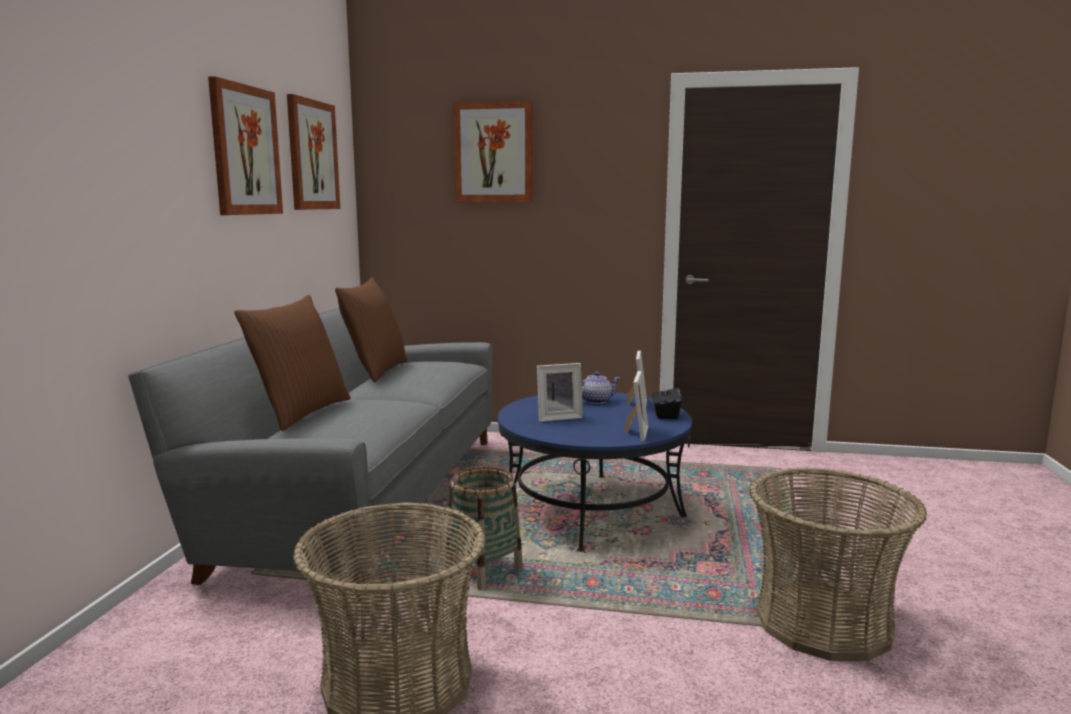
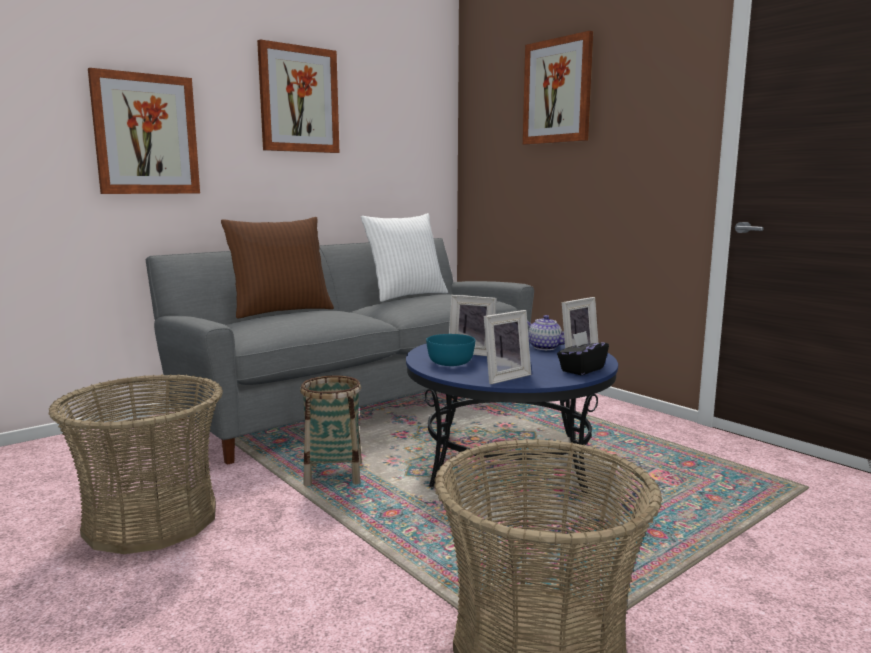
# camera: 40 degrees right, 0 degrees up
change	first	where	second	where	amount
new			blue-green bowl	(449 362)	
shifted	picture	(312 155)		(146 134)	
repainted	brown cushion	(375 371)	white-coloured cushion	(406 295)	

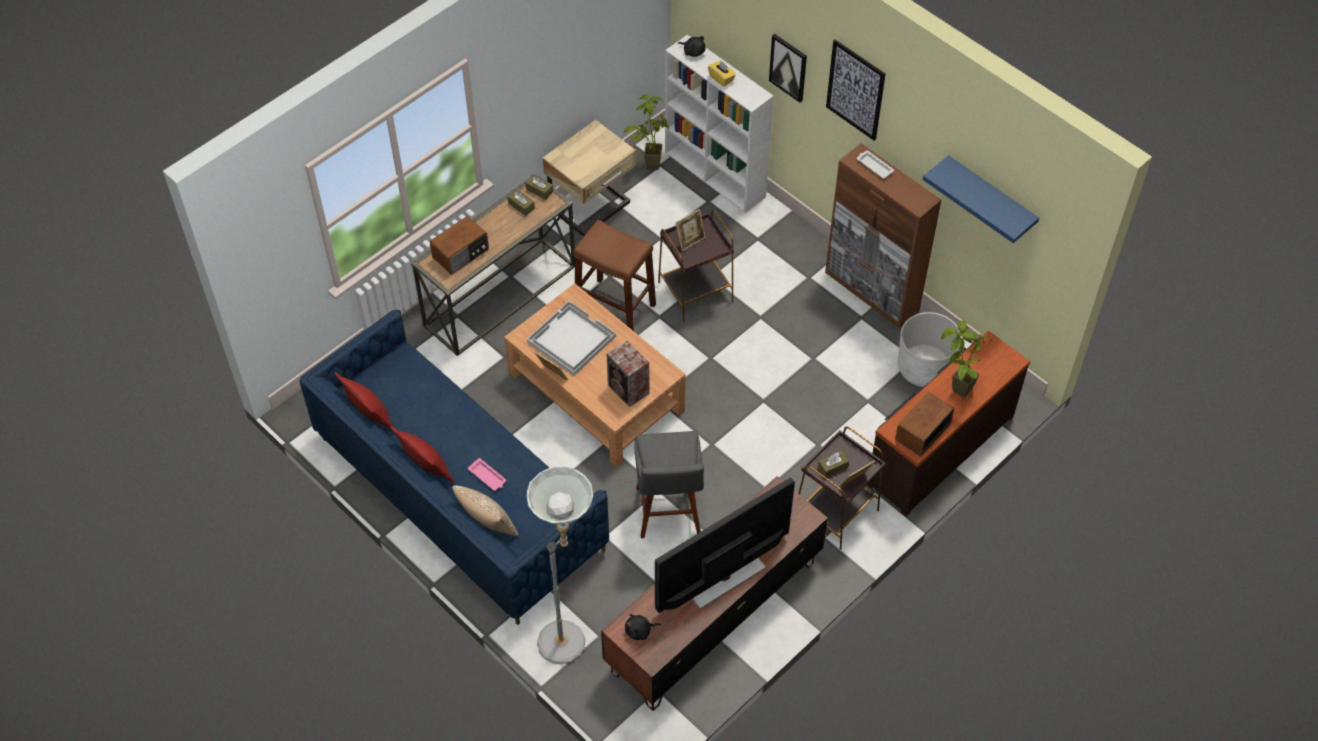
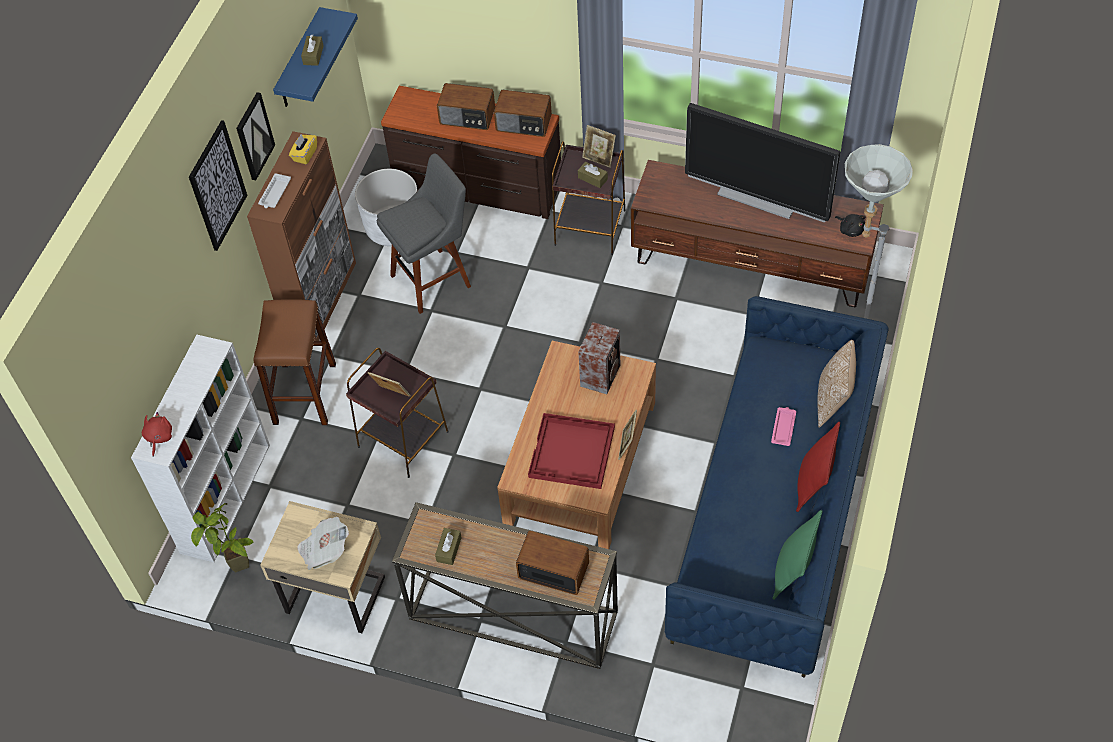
# camera: 115 degrees left, 0 degrees up
change	first	where	second	where	amount
new			printed paper	(324 550)	
shifted	brown tissue holder	(539 190)		(313 55)	
shifted	brown stool seat	(615 307)		(305 393)	
shifted	gray stool seat	(668 514)		(434 279)	
shifted	yellowish tissue holder	(721 78)		(305 155)	
shifted	picture	(788 67)		(254 136)	
swapped	potted plant	(956 393)	radio set	(467 117)	
repainted	red-coloured cushion	(370 417)	green-coloured cushion	(792 570)	
repainted	white-coloured tray	(570 339)	red-coloured tray	(572 453)	
repainted	black-coloured plush toy	(693 51)	red-coloured plush toy	(158 438)	

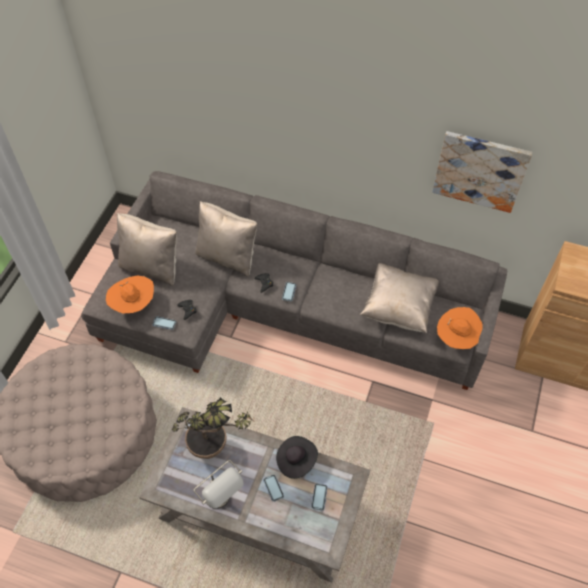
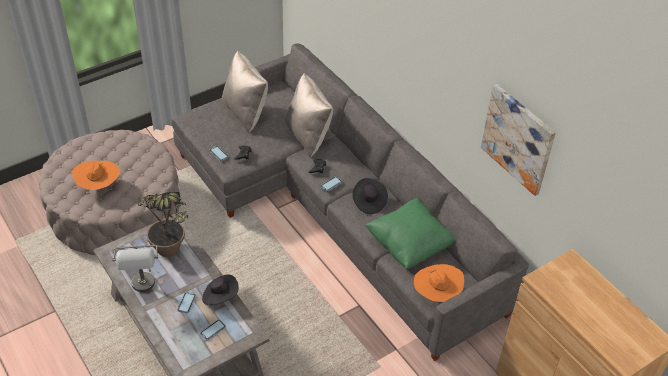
# camera: 35 degrees right, 10 degrees down
change	first	where	second	where	amount
new			black-coloured clothing hat	(369 202)	
shifted	orange clothing hat	(133 304)		(99 186)	
repainted	beige-coloured cushion	(398 307)	green-coloured cushion	(410 245)	

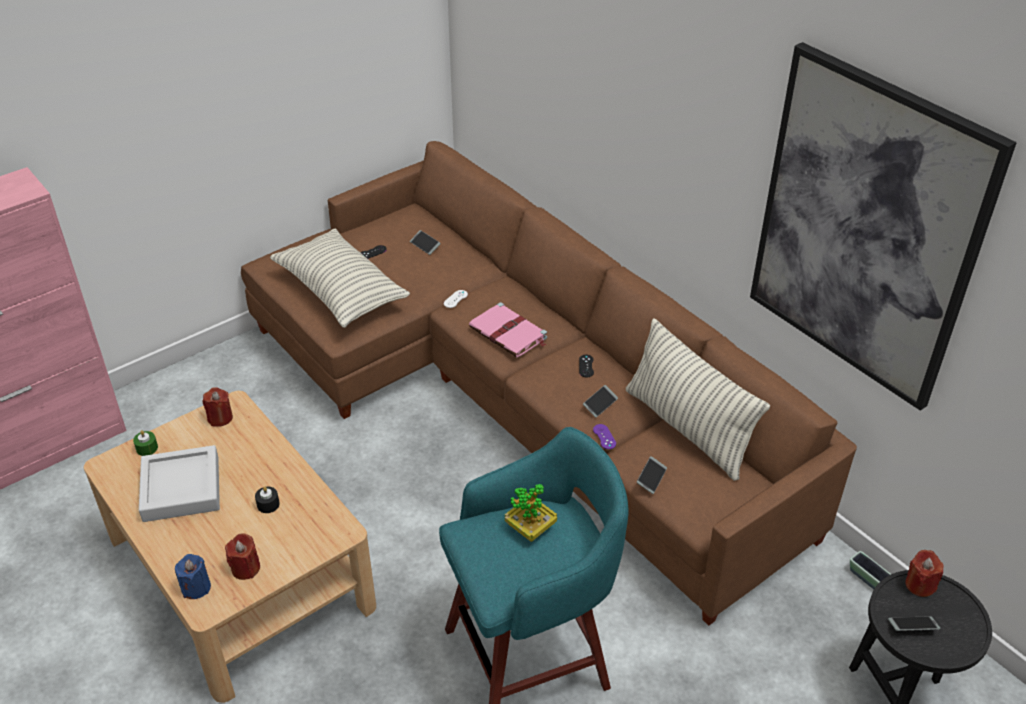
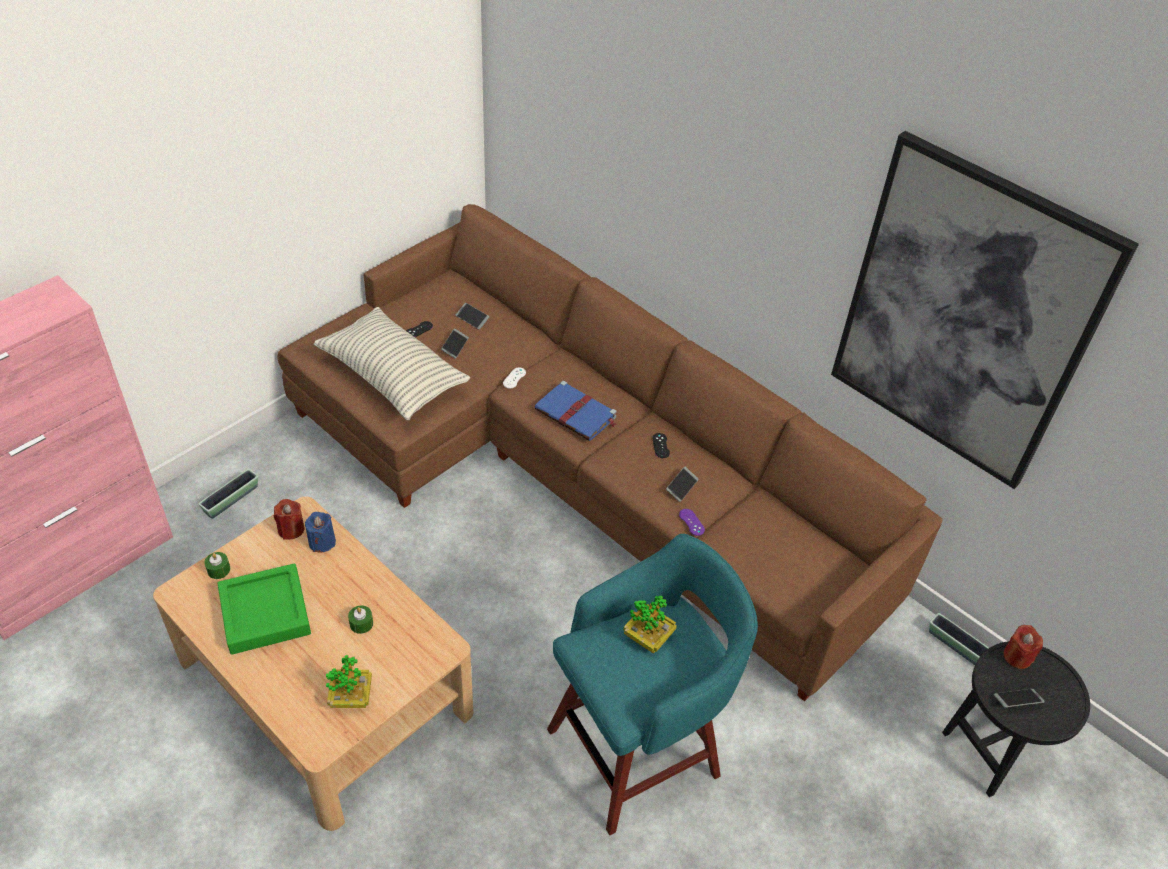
# camera: 10 degrees left, 5 degrees up
change	first	where	second	where	amount
gone	cushion	(687 428)			
new			flower pot	(231 500)	
shifted	blue-coloured wax light	(196 587)		(322 542)	
shifted	handset	(651 478)		(455 346)	
swapped	red-coloured wax light	(245 568)	potted plant	(351 697)	
repainted	gray tray	(181 489)	green-coloured tray	(265 613)	
repainted	black-coloured wax light	(268 504)	green-coloured wax light	(361 623)	
repainted	pink volume	(509 333)	blue-coloured volume	(577 414)	

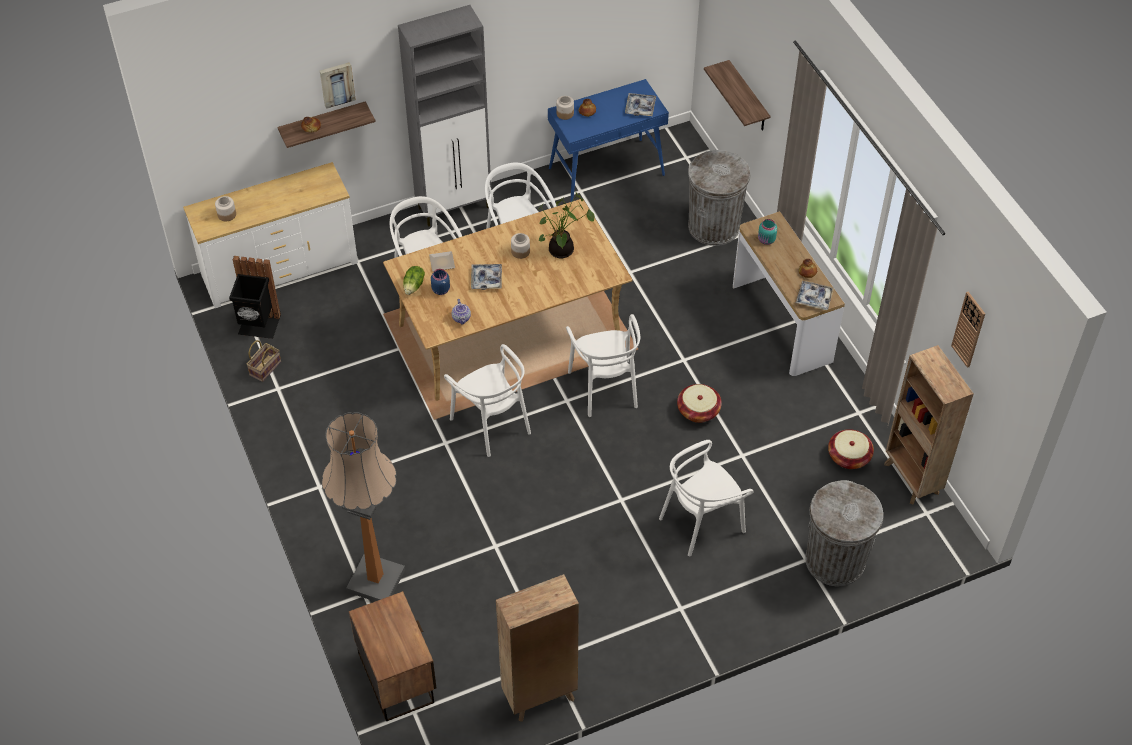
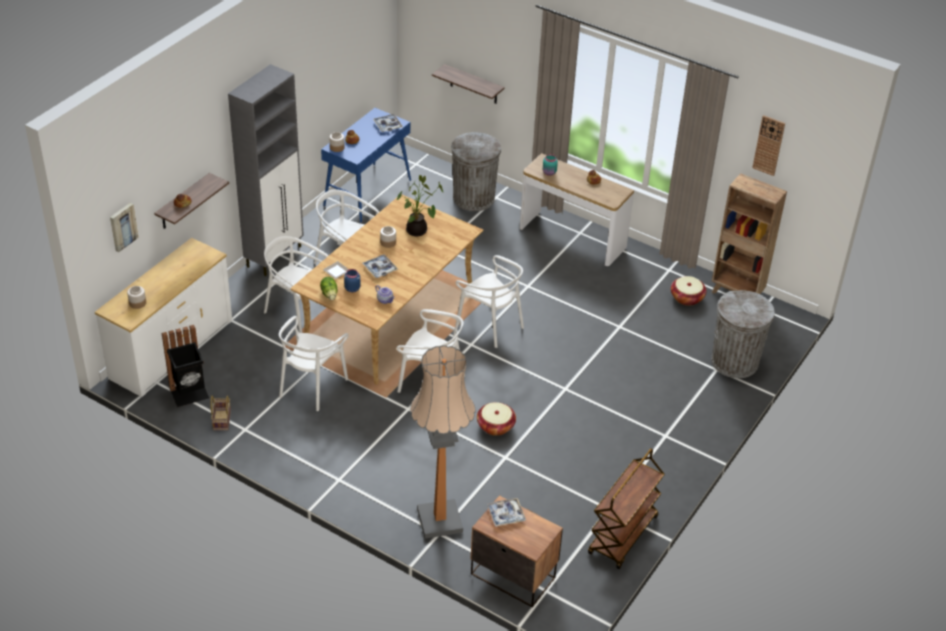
# camera: 35 degrees left, 10 degrees down
change	first	where	second	where	amount
shifted	picture	(337 84)		(122 226)	
shifted	white-coloured chair	(701 522)		(312 386)	
shifted	storage basket	(698 410)		(495 426)	
shifted	tray	(814 298)		(506 515)	
swapped	brown shelving unit	(538 696)	brown cart	(623 536)	

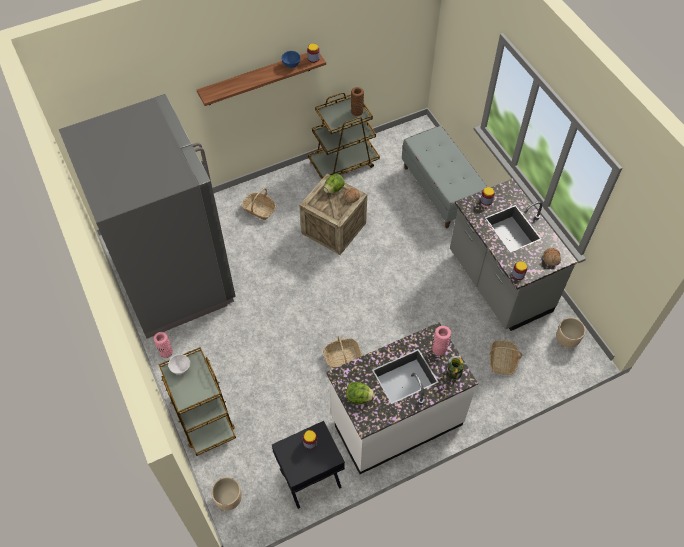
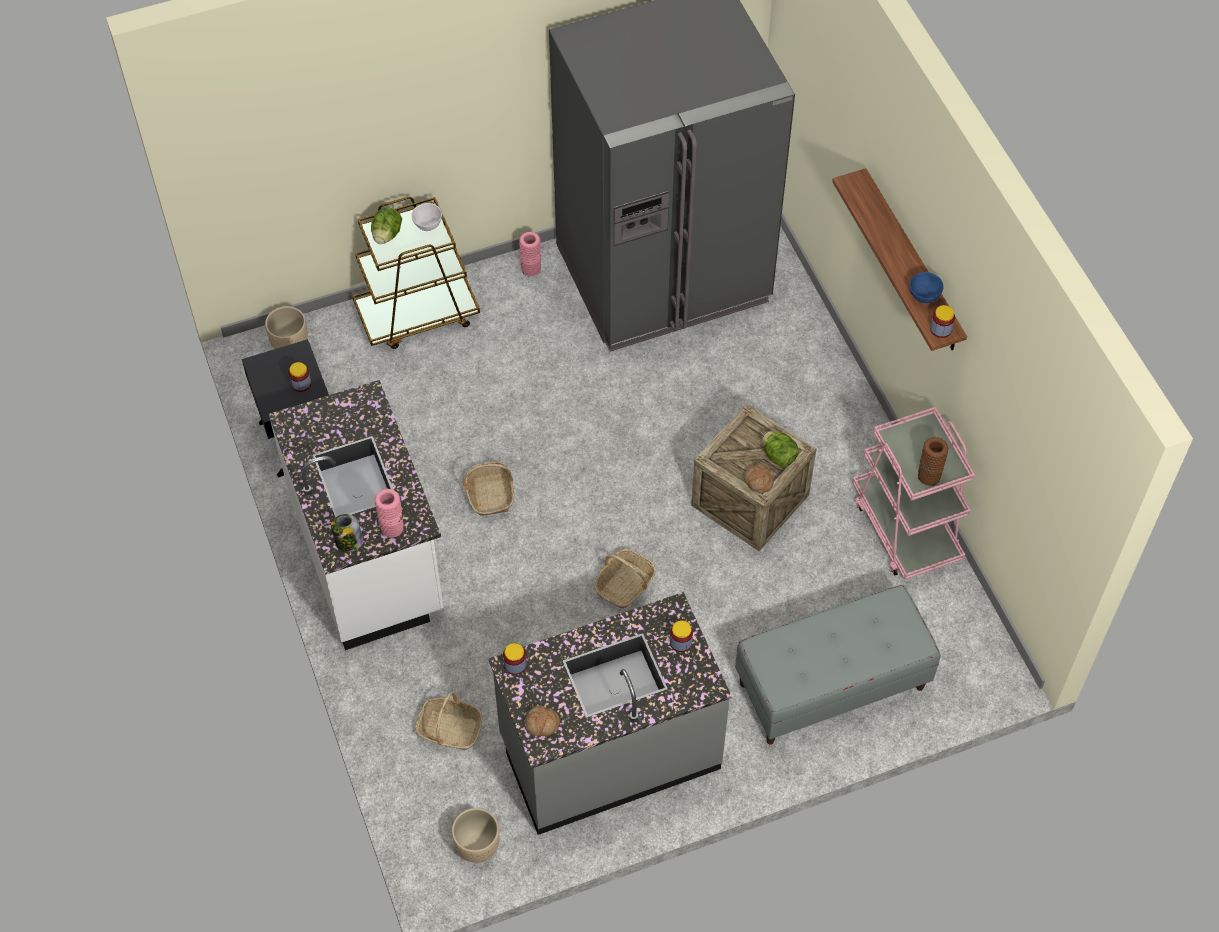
# camera: 95 degrees right, 0 degrees up
change	first	where	second	where	amount
shifted	storage basket	(259 209)		(625 585)	
shifted	lettuce	(359 397)		(387 235)	
repainted	brown cart	(344 162)	pink cart	(906 527)	

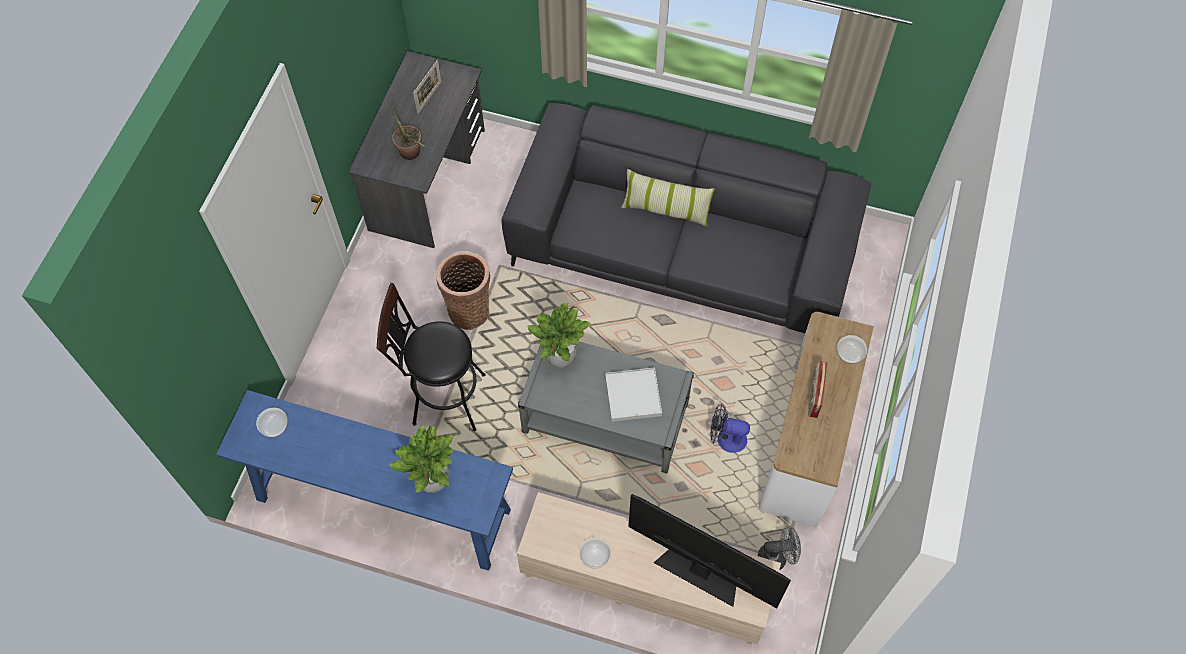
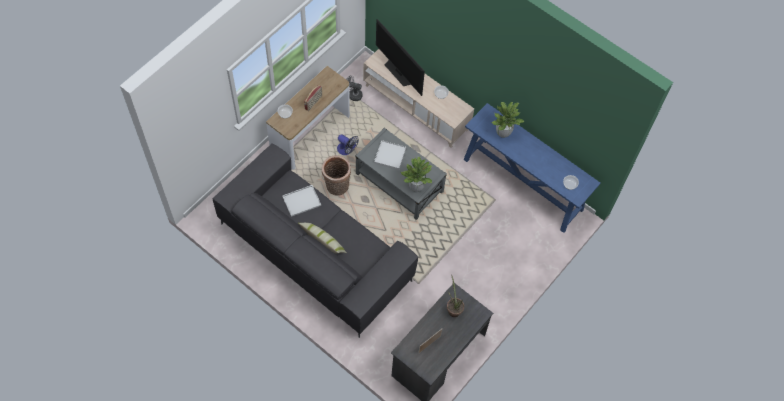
# camera: 160 degrees left, 0 degrees up
change	first	where	second	where	amount
gone	black-coloured stool seat	(441 398)			
new			white-coloured tray	(302 200)	
shifted	storage basket	(469 309)		(337 187)	

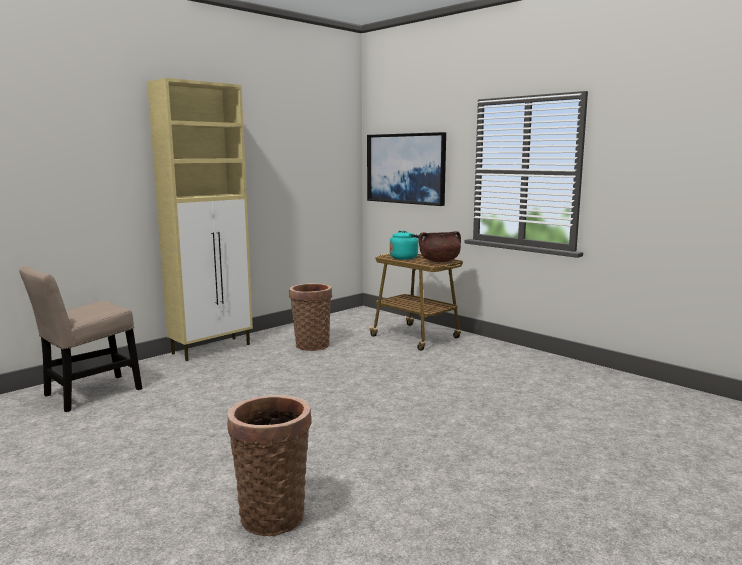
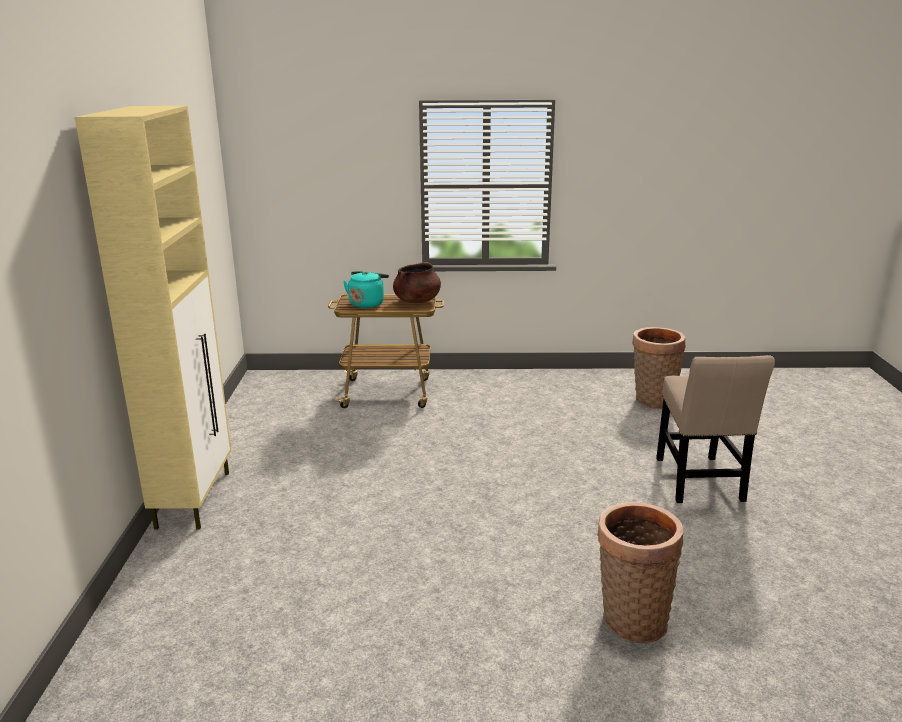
# camera: 45 degrees left, 10 degrees up
change	first	where	second	where	amount
gone	picture	(406 168)			
shifted	beige-coloured chair	(88 394)		(699 482)	
shifted	storage basket	(311 345)		(652 400)	

